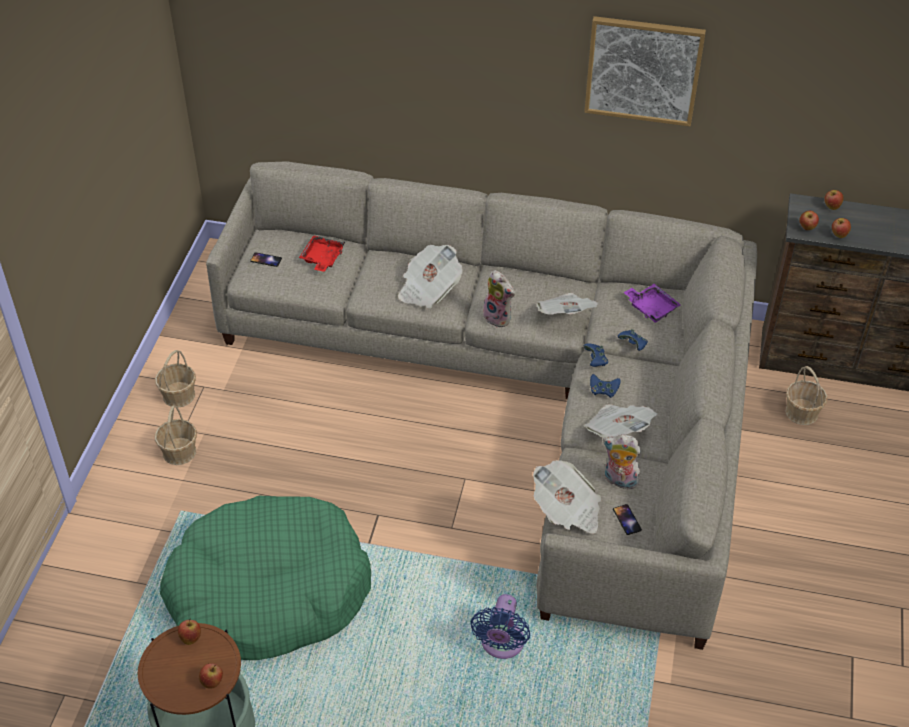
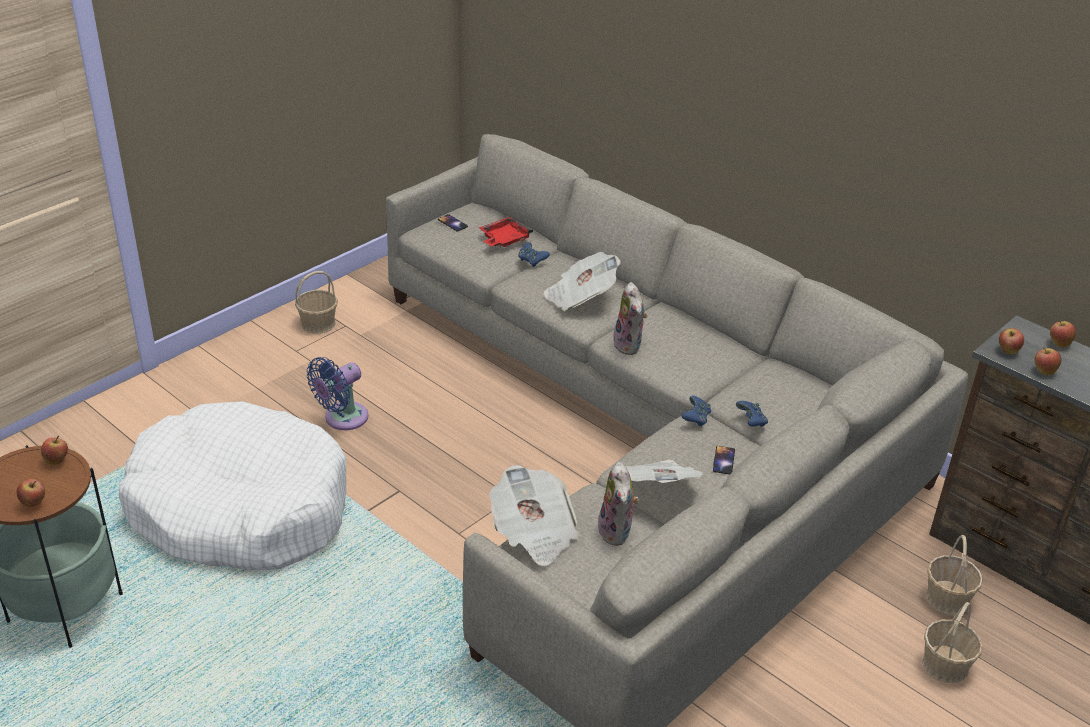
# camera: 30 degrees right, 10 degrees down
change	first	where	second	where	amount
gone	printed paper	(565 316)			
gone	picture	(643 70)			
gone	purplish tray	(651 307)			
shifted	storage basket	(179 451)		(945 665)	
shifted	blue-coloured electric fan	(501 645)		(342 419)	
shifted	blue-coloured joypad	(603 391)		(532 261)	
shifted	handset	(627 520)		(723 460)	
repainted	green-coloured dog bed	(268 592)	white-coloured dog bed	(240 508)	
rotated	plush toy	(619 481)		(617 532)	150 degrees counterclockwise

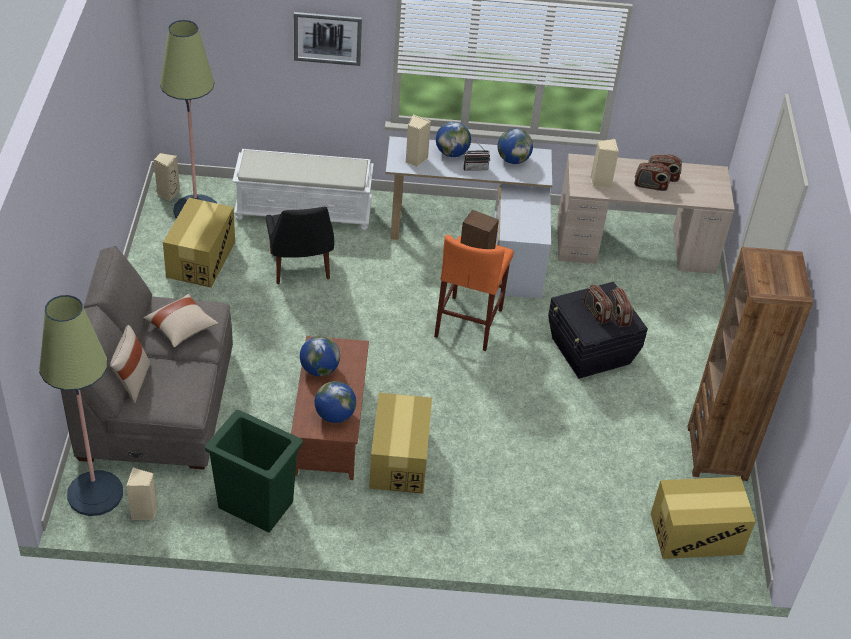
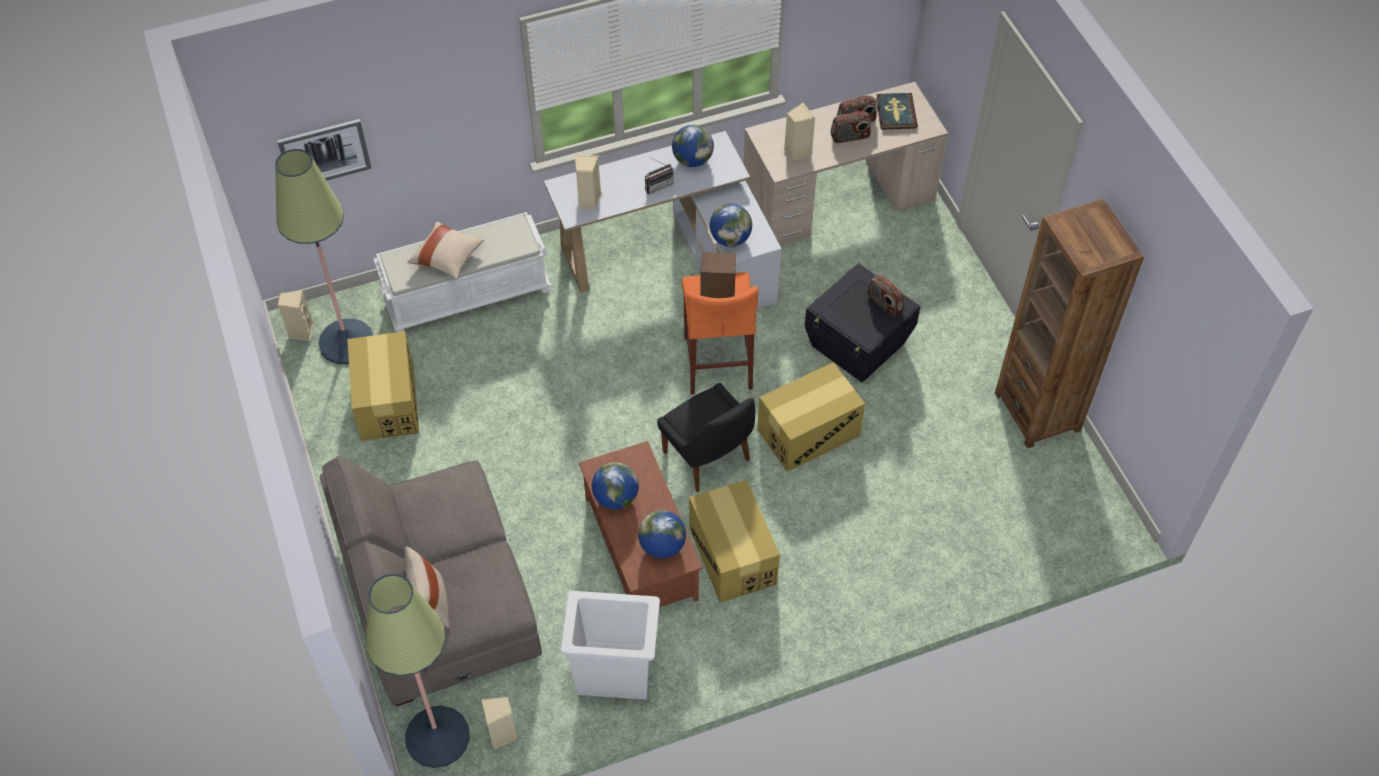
# camera: 20 degrees left, 10 degrees up
change	first	where	second	where	amount
gone	radio set	(596 313)			
new			volume	(895 113)	
shifted	beige-coloured cushion	(181 328)		(447 258)	
shifted	black-coloured chair	(300 267)		(708 458)	
shifted	picture	(327 38)		(324 153)	
shifted	world globe	(452 153)		(730 239)	
shifted	carton	(696 534)		(808 432)	
repainted	green-coloured waste bin	(256 505)	white-coloured waste bin	(615 674)	

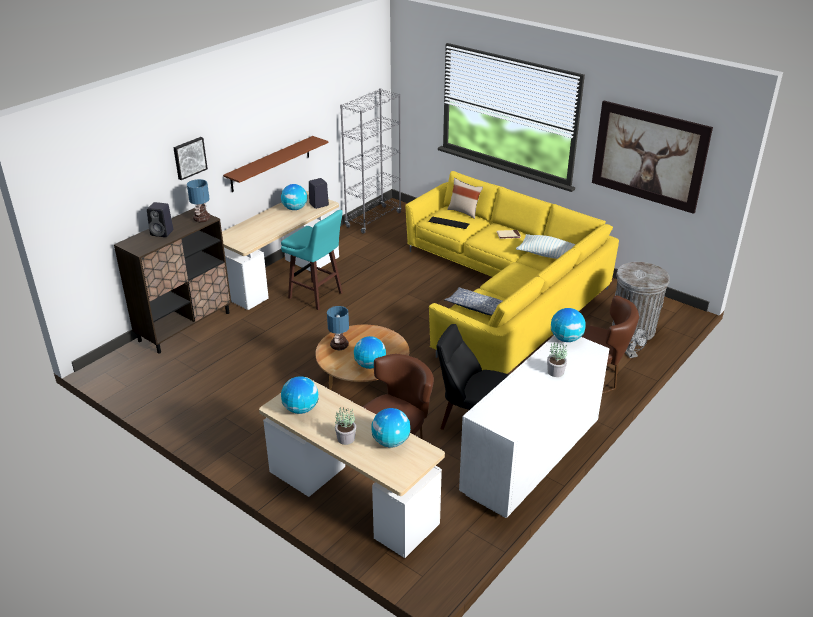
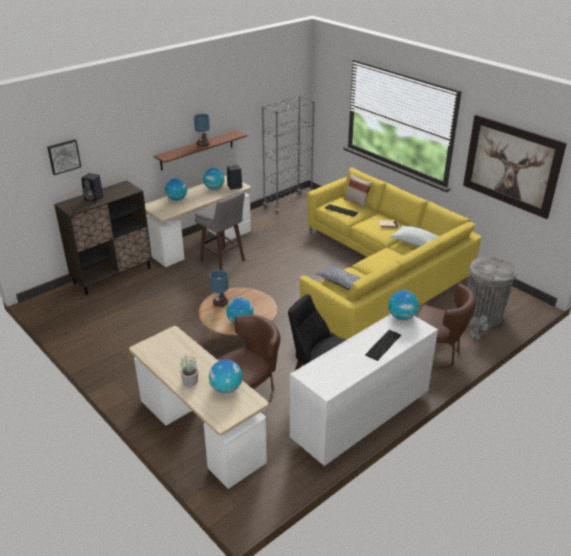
# camera: 10 degrees right, 0 degrees up
change	first	where	second	where	amount
shifted	picture	(189 157)		(63 156)	
shifted	table lamp	(202 218)		(203 144)	
shifted	world globe	(300 409)		(177 199)	
swapped	potted plant	(555 372)	PC keyboard	(383 345)	
repainted	blue-green stool seat	(316 296)	gray stool seat	(223 261)	

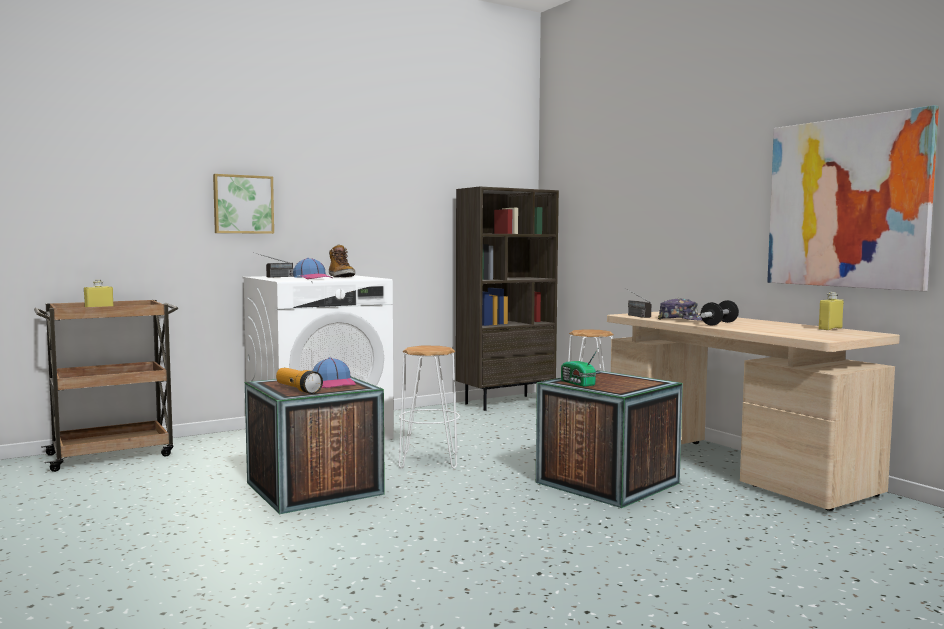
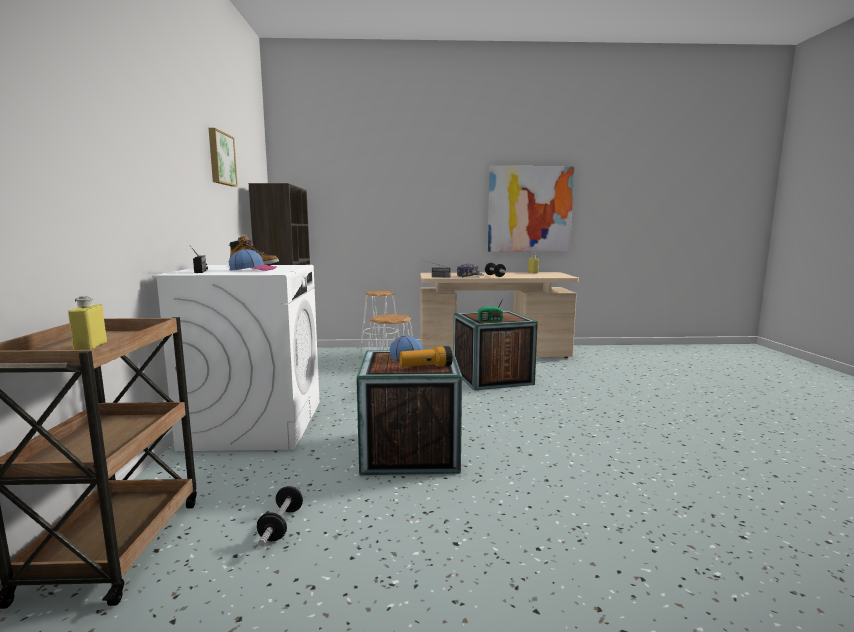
# camera: 60 degrees left, 5 degrees up
change	first	where	second	where	amount
new			hand weight	(281 525)	
shifted	picture	(243 204)		(220 158)	

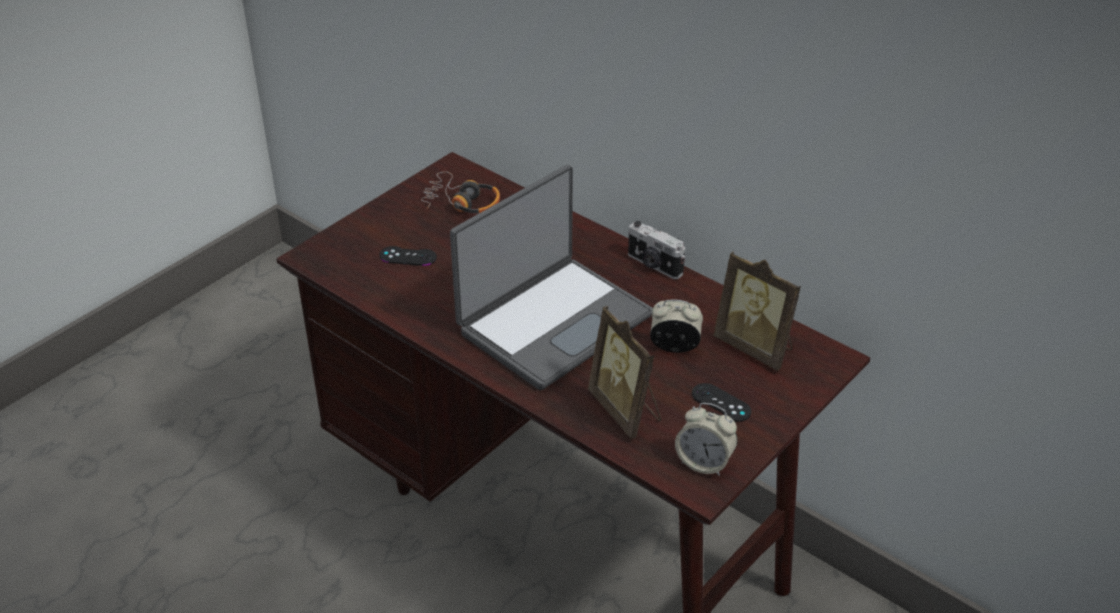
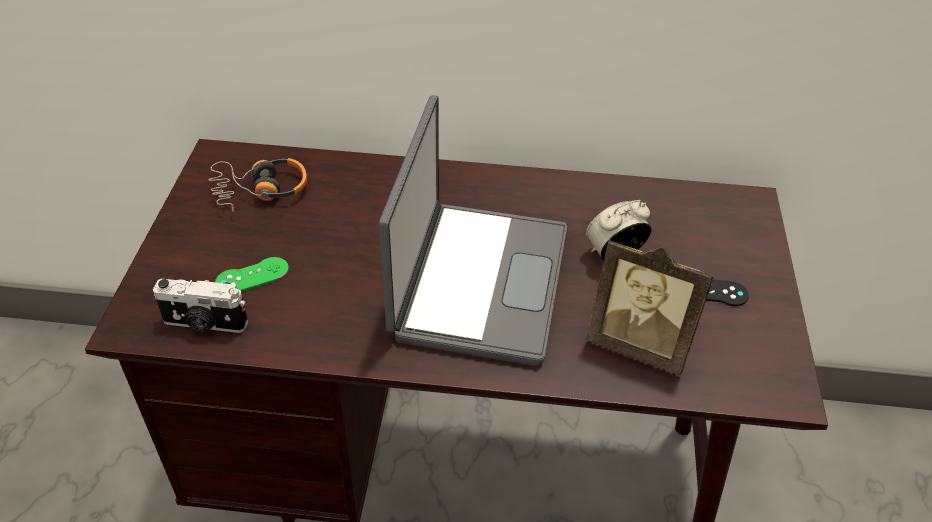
# camera: 35 degrees left, 5 degrees up
change	first	where	second	where	amount
gone	alarm clock	(704 462)			
gone	picture frame	(756 347)			
shifted	still camera	(653 265)		(205 324)	
repainted	black-coloured joypad	(408 256)	green-coloured joypad	(252 276)	

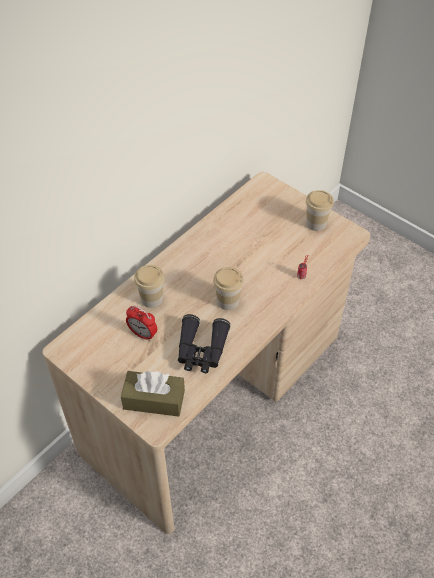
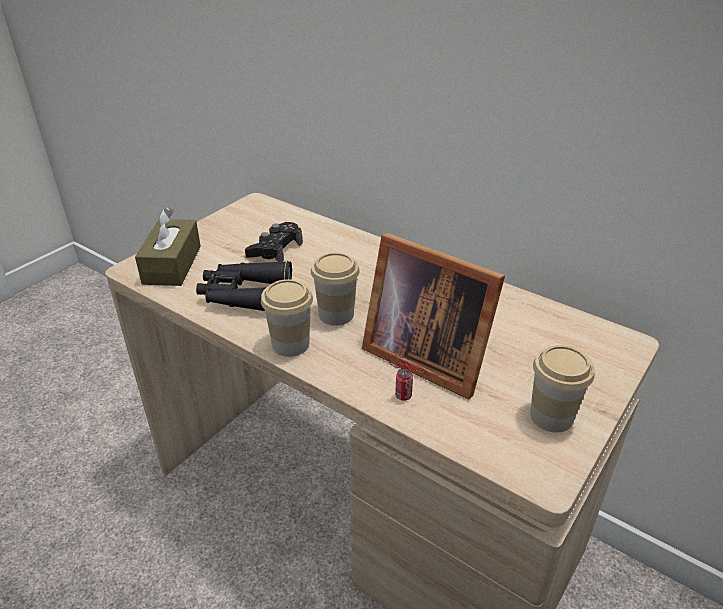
# camera: 85 degrees right, 15 degrees down
change	first	where	second	where	amount
new			picture frame	(424 355)	
shifted	small cup	(151 299)		(290 344)	
swapped	alarm clock	(143 334)	black-coloured joypad	(275 249)	

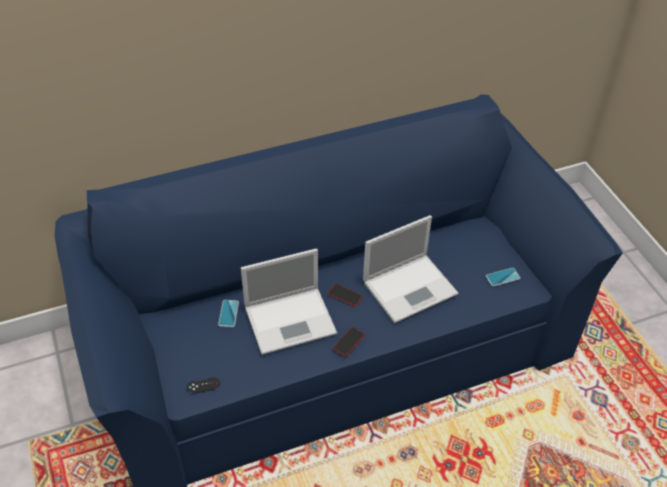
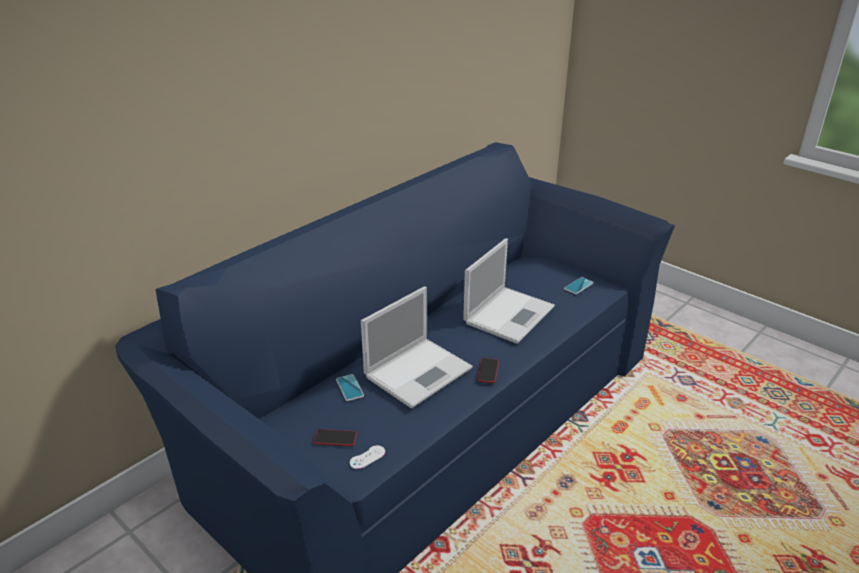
# camera: 25 degrees left, 15 degrees down
change	first	where	second	where	amount
shifted	handset	(345 295)		(335 438)	
repainted	black-coloured joypad	(203 385)	white-coloured joypad	(367 457)	

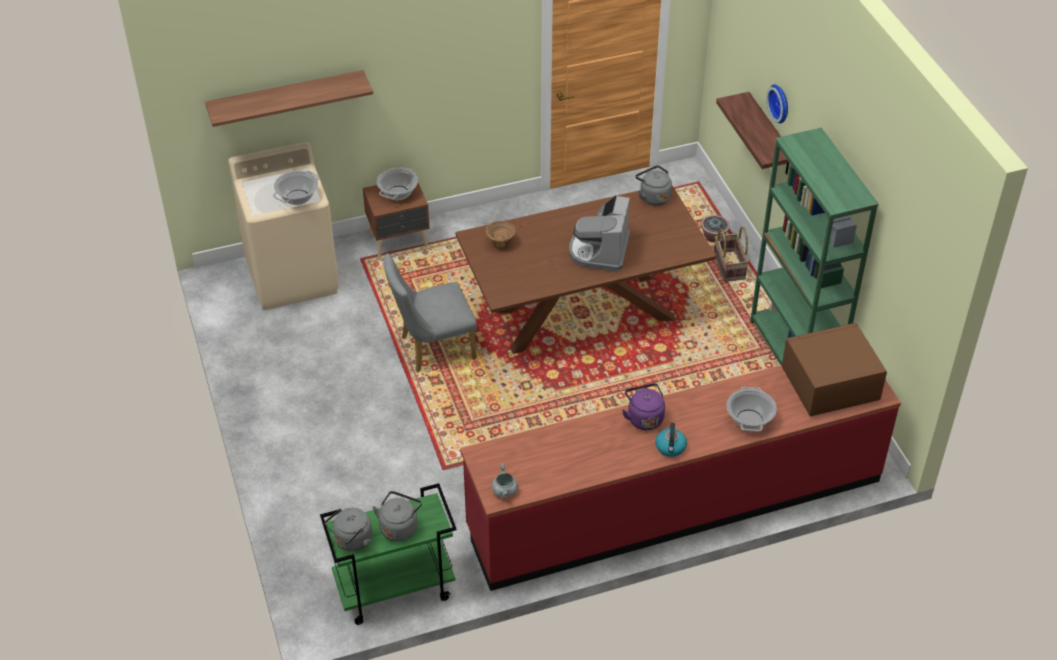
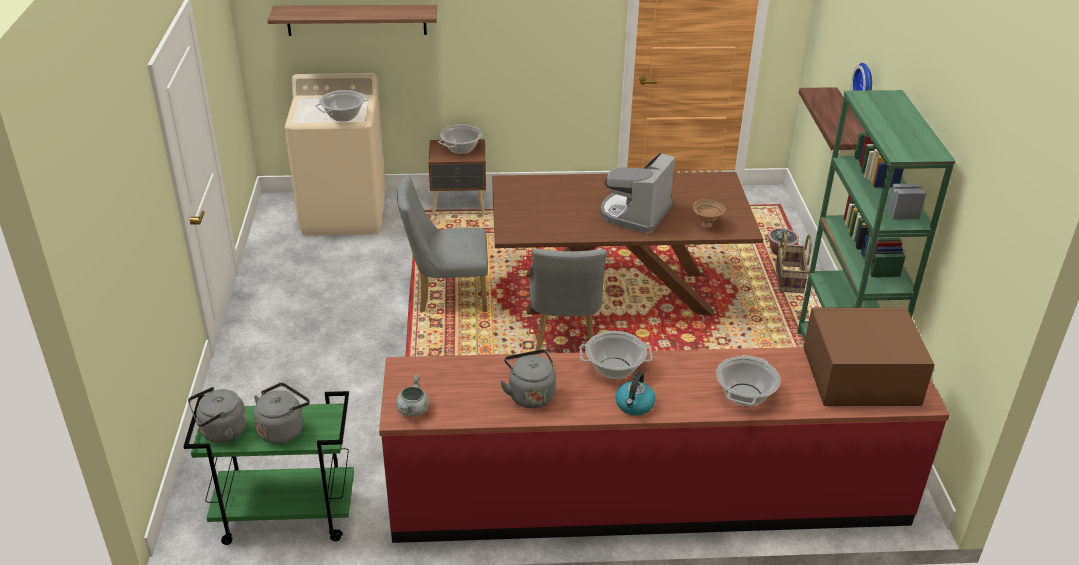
# camera: 15 degrees right, 10 degrees down
change	first	where	second	where	amount
new			gray chair	(564 337)	
shifted	brown bowl	(500 244)		(706 225)	
shifted	gray water kettle	(653 197)		(530 394)	
swapped	purplish water kettle	(644 418)	cooking pot	(615 368)	

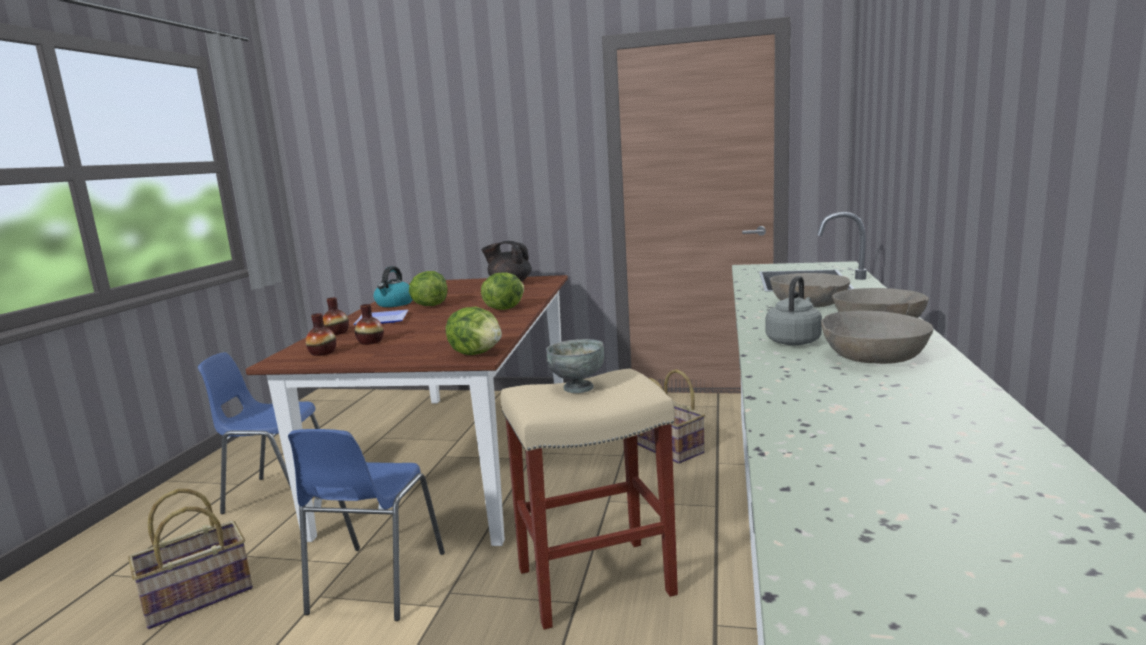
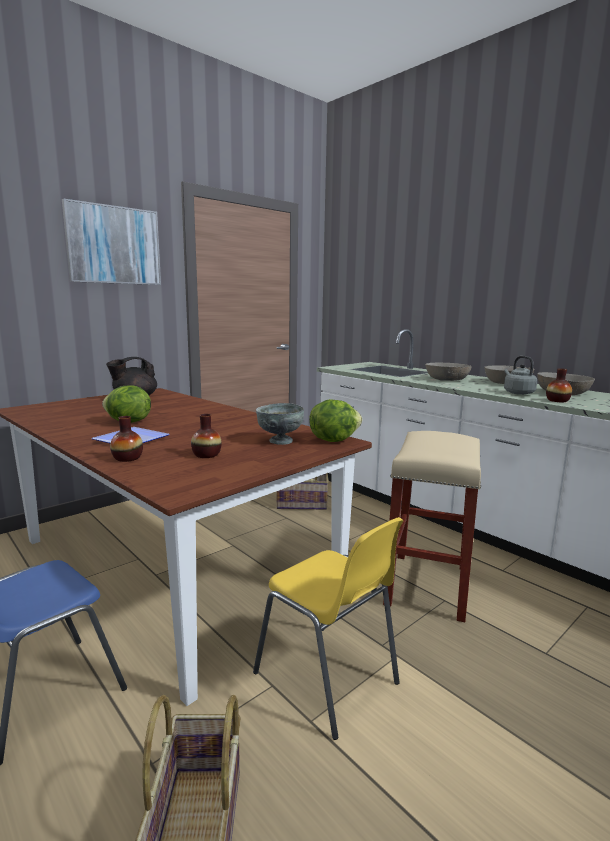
# camera: 55 degrees left, 0 degrees up
change	first	where	second	where	amount
gone	water kettle	(395 304)			
gone	lettuce	(504 308)			
new			picture	(113 245)	
shifted	vase	(322 353)		(557 400)	
shifted	gray bowl	(577 388)		(280 441)	
repainted	blue-coloured chair	(374 584)	yellowish chair	(328 680)	

